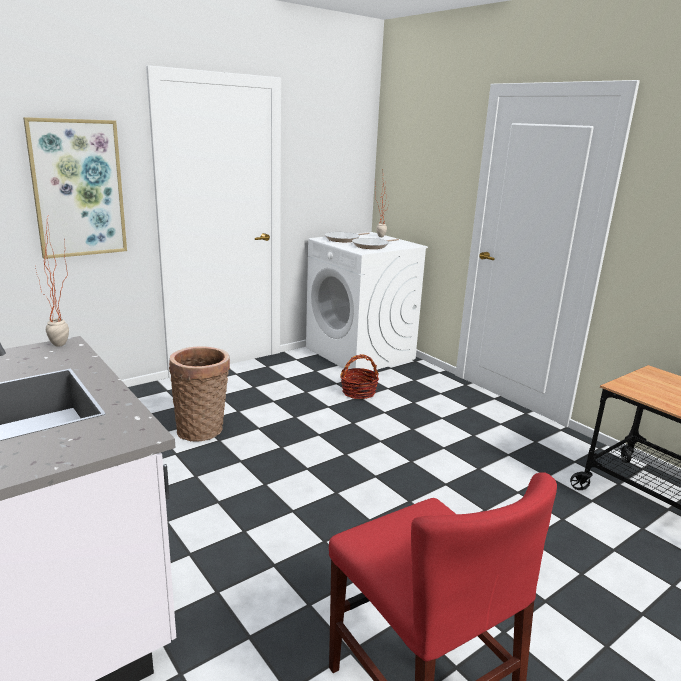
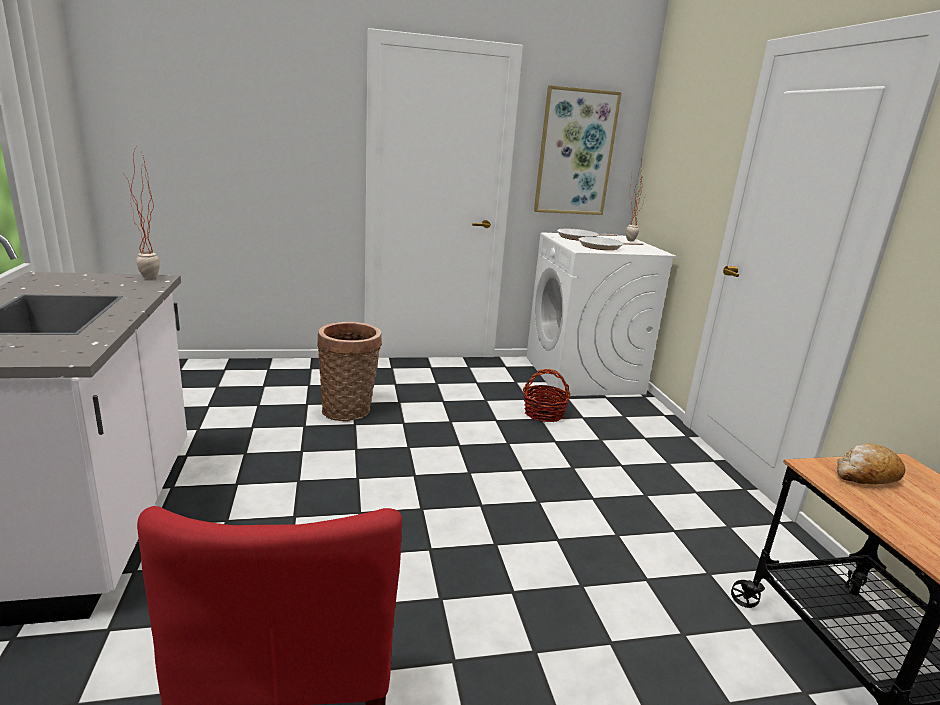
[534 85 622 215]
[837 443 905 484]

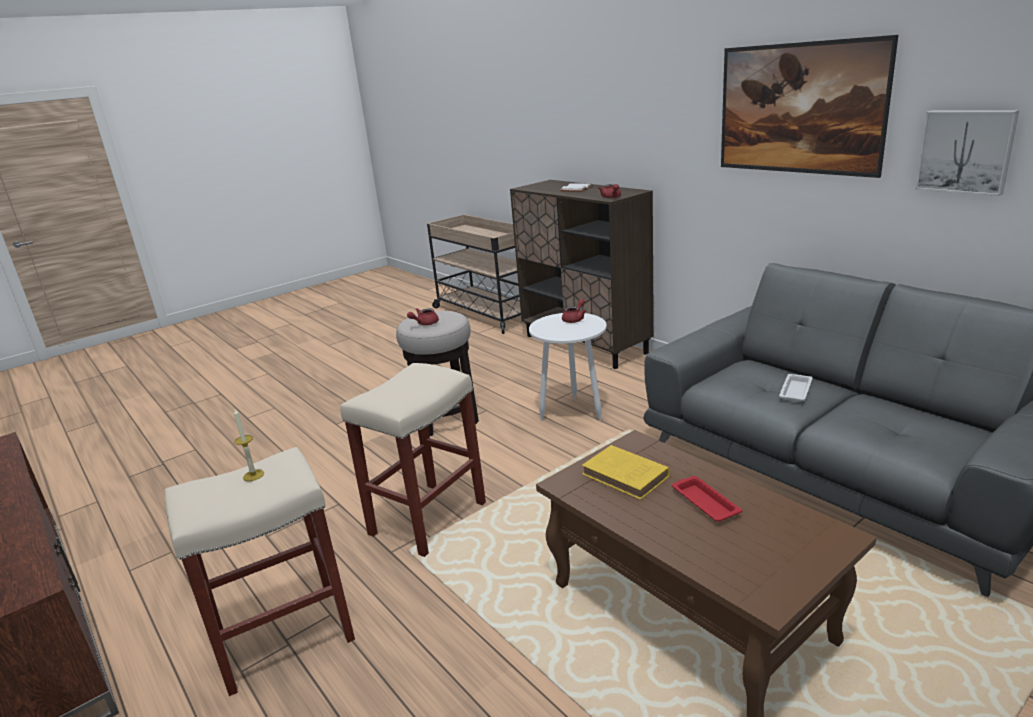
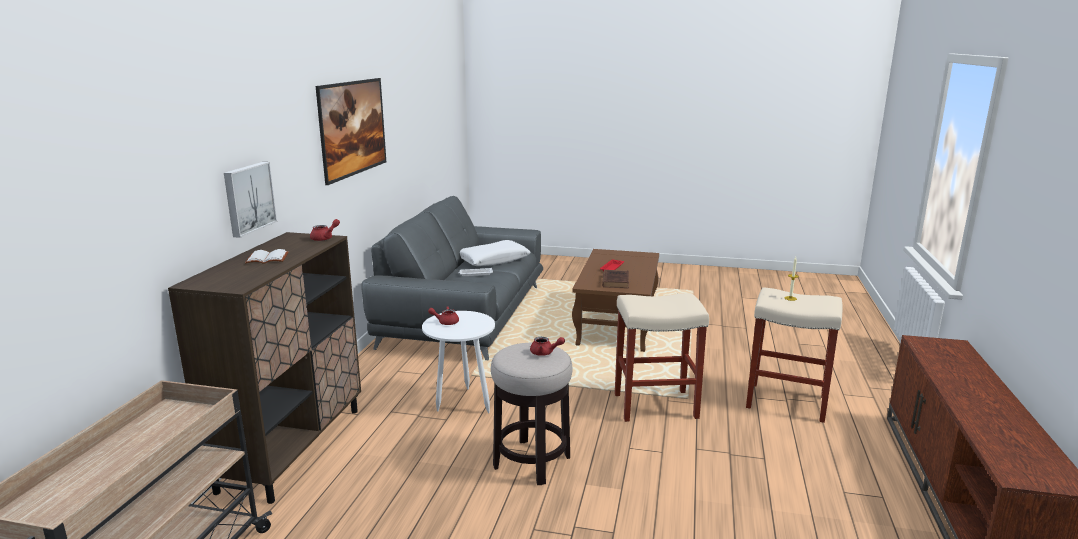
[602 270 629 288]
[224 162 277 238]
[460 240 531 266]

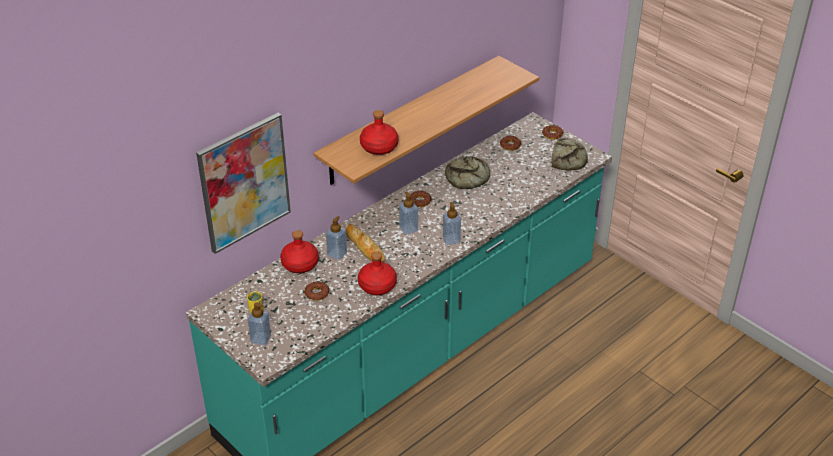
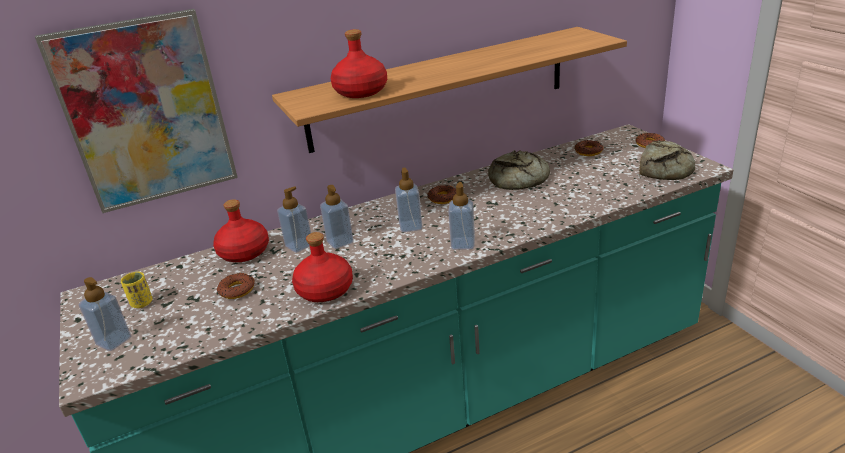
[320 185 354 249]

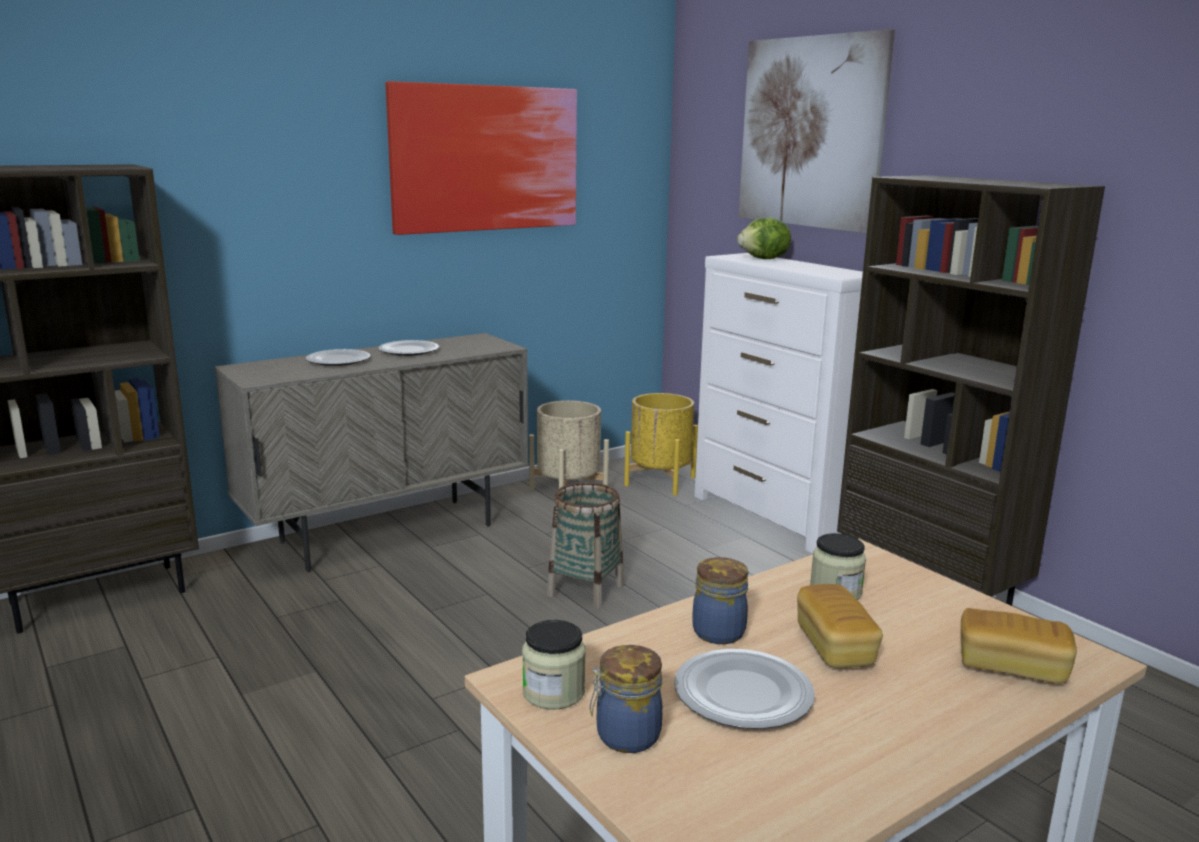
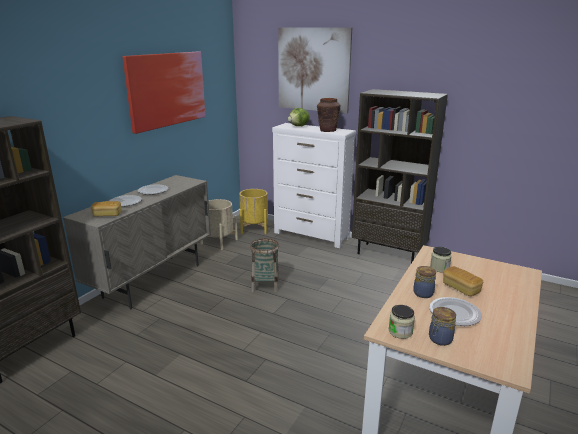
[91 201 121 217]
[317 98 340 132]

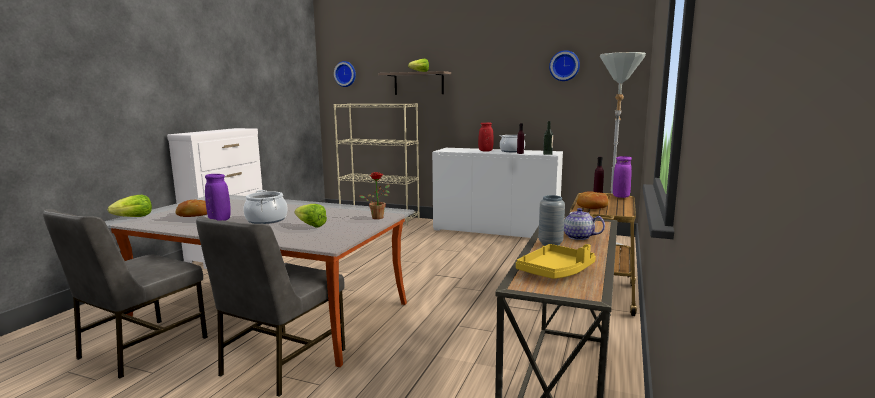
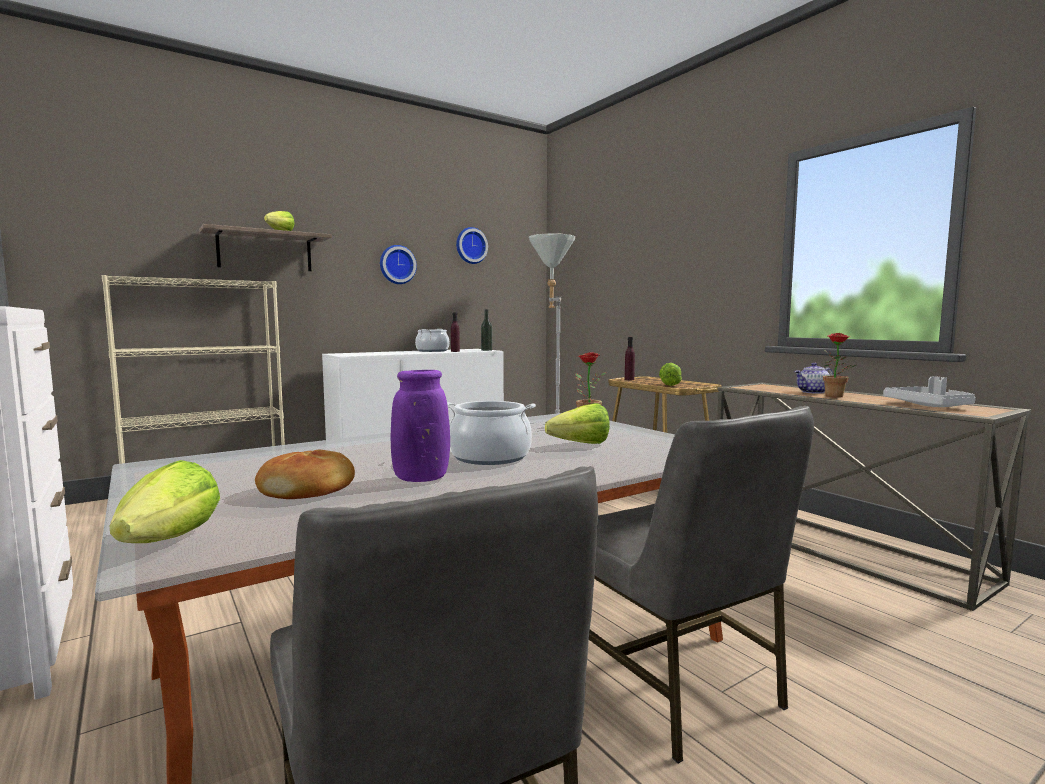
[380 245 417 284]
[478 123 494 152] (first image)
[883 376 976 407]
[823 333 856 397]
[659 363 682 386]
[613 156 632 198] (first image)

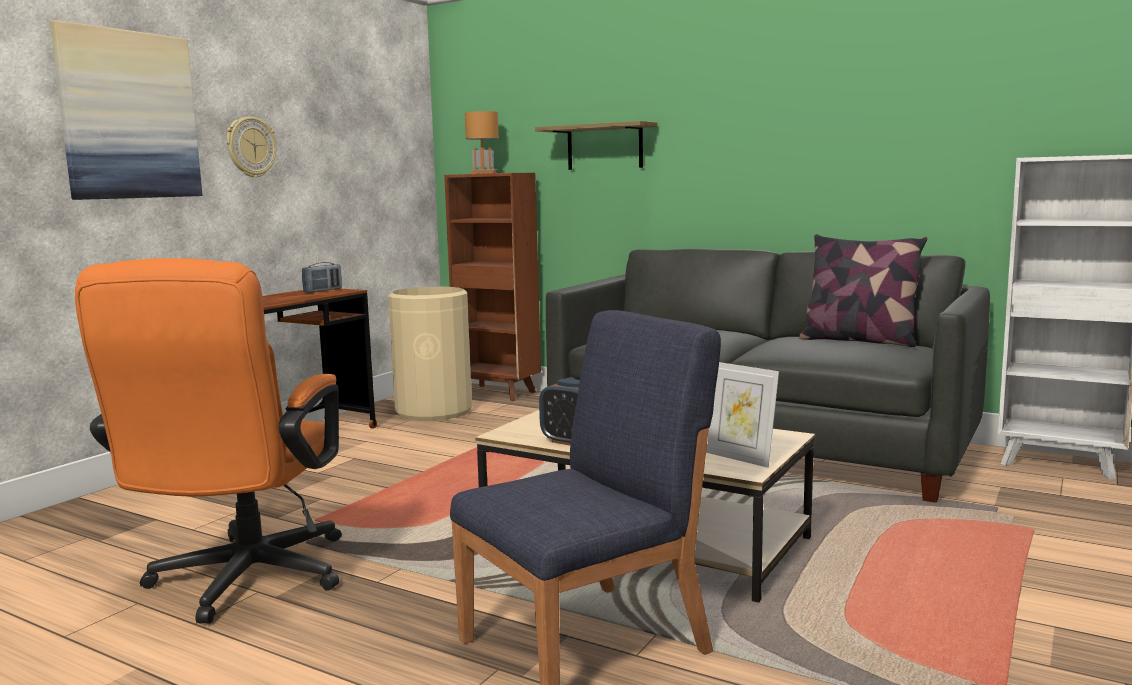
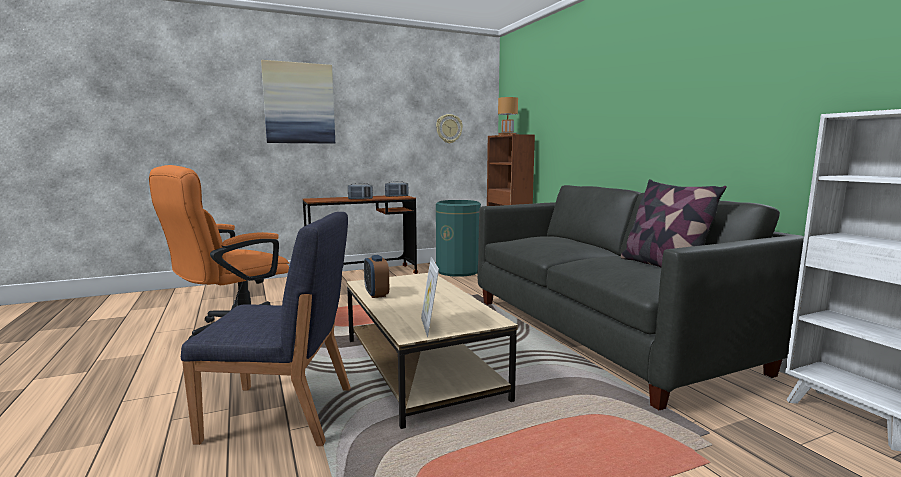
[436 114 463 143]
[436 200 481 277]
[535 121 657 170] (first image)
[348 183 373 199]

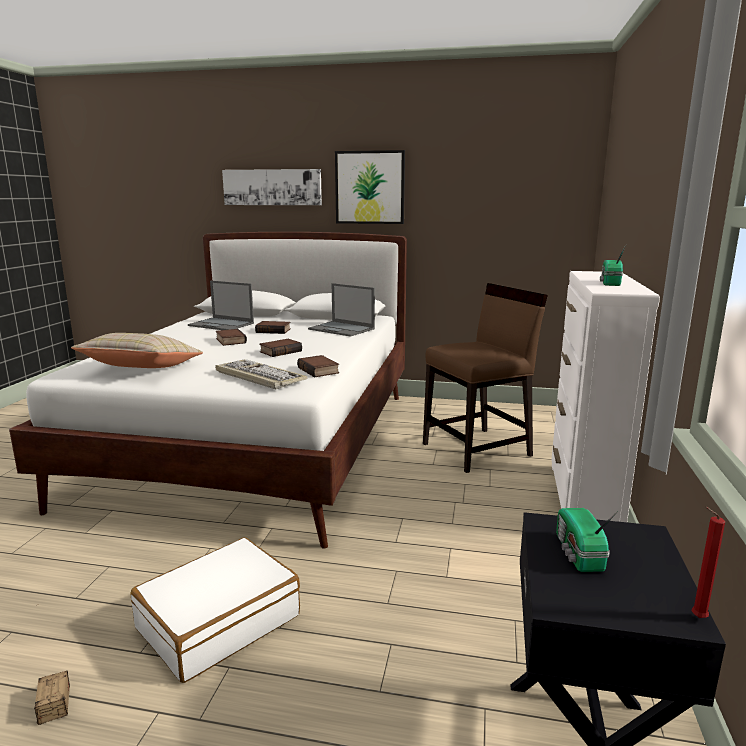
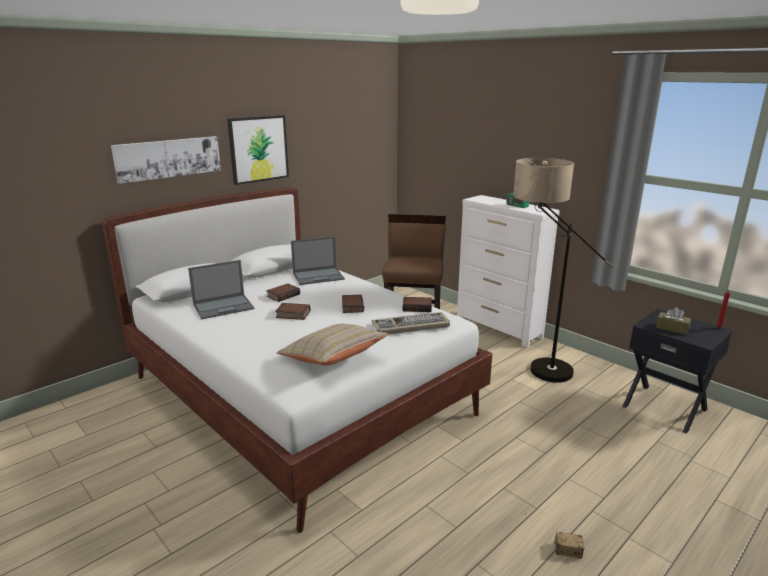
[130 538 300 683] (first image)
[656 307 691 335]
[513 158 613 382]

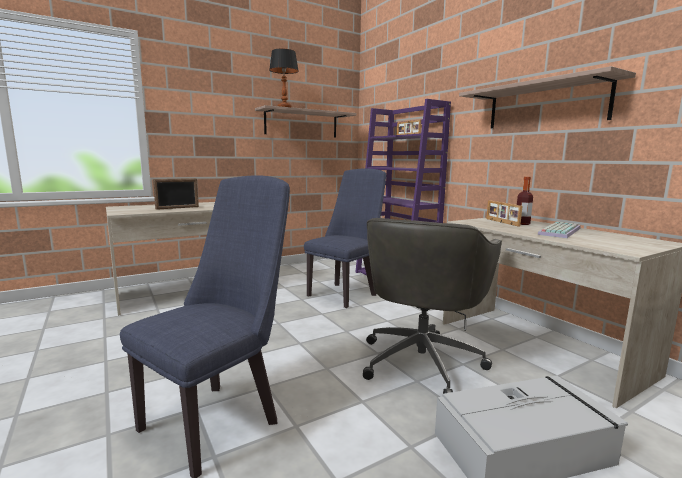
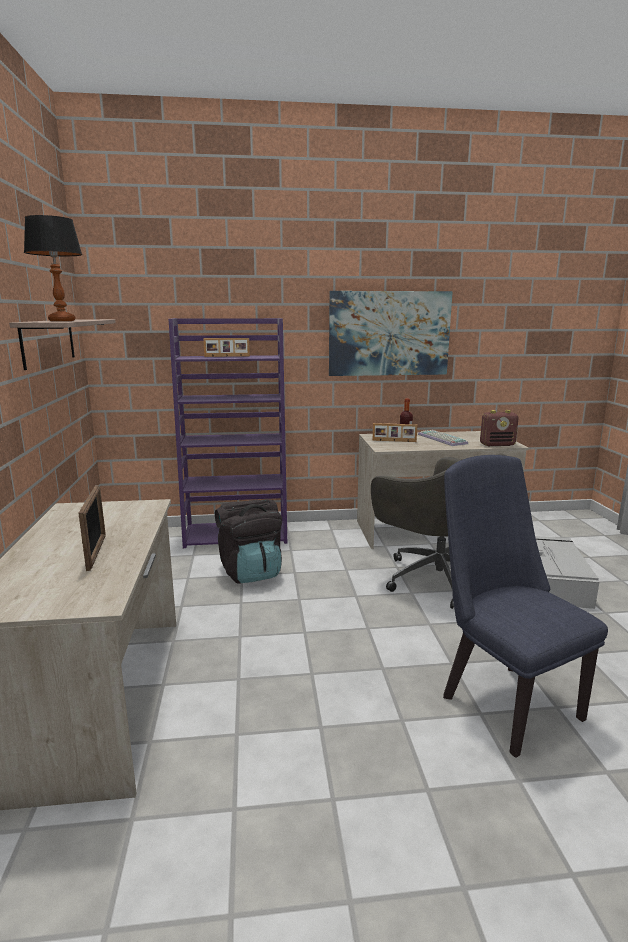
[215 499 282 583]
[329 291 453 376]
[480 410 519 446]

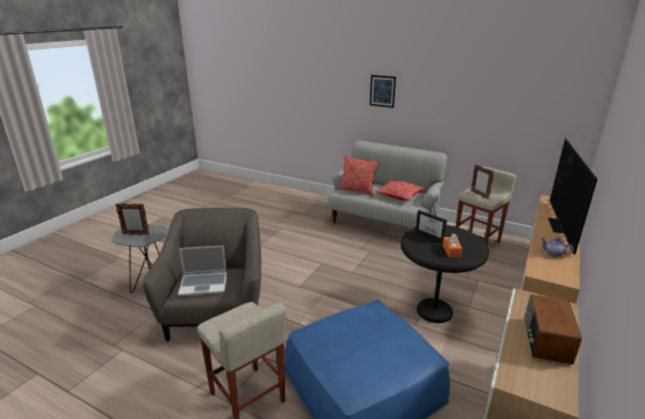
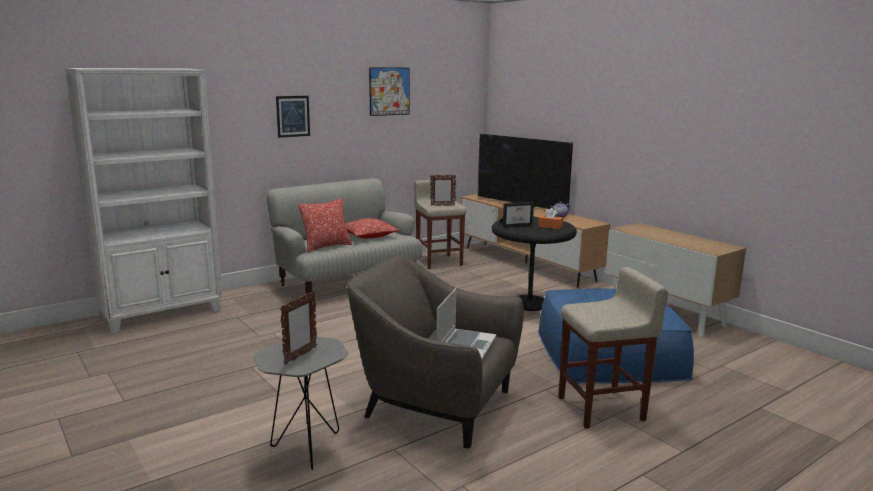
[525 294 582 365] (first image)
[65 68 222 334]
[369 67 410 116]

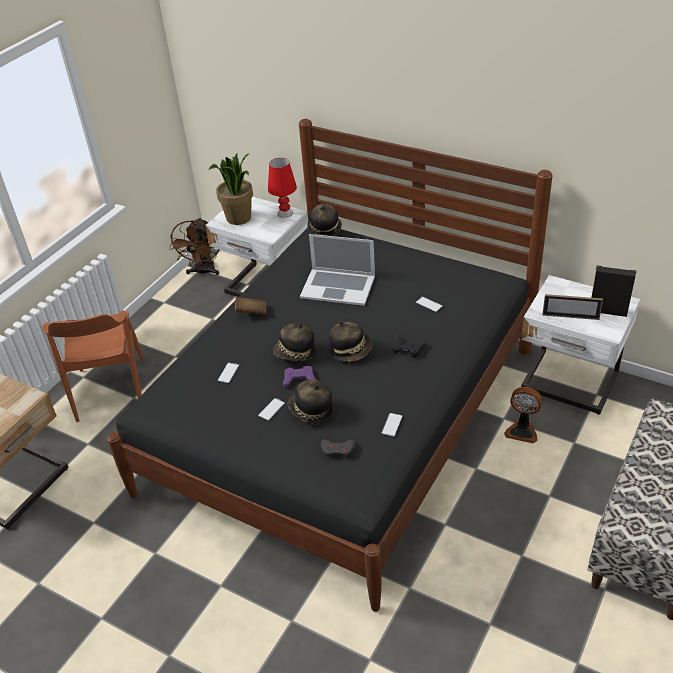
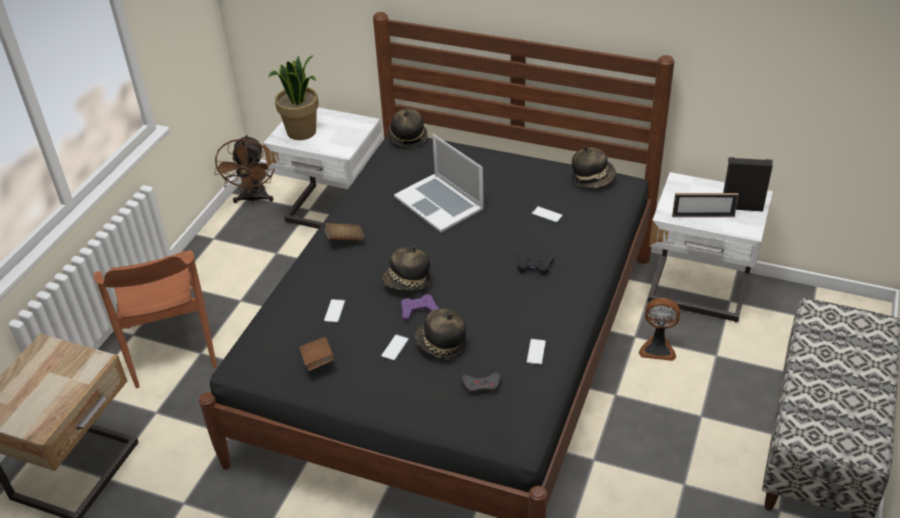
[268 158 297 218] (first image)
[394 134 484 232]
[571 146 616 188]
[299 337 334 371]

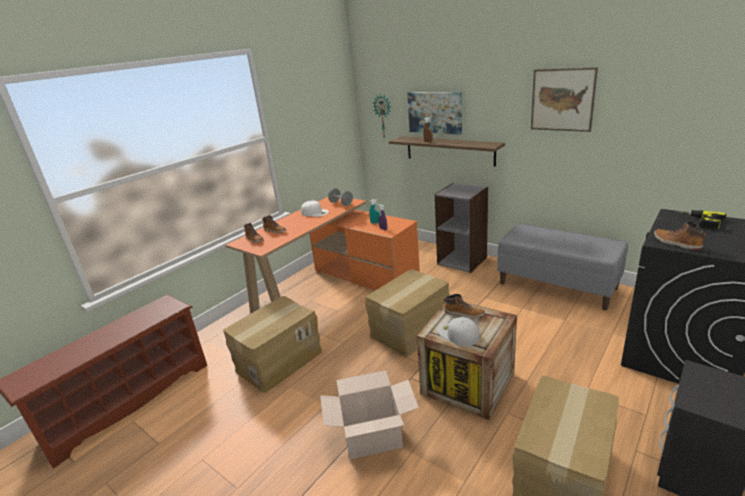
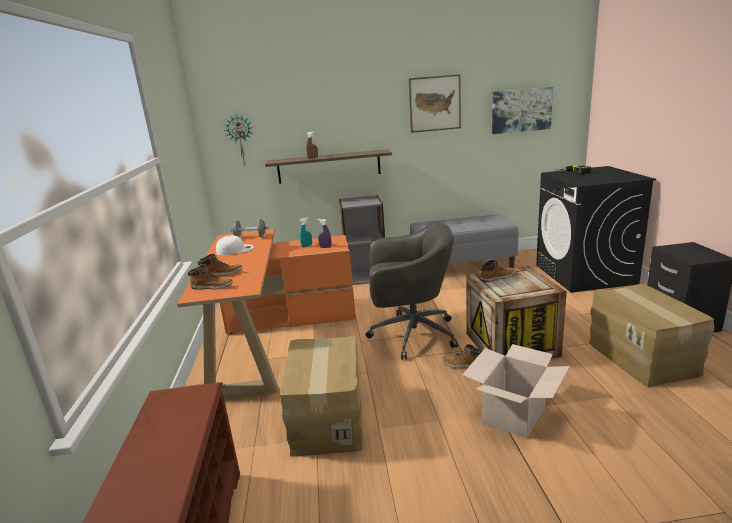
[366 223 458 360]
[492 87 553 134]
[438 317 480 346] (first image)
[442 344 481 368]

